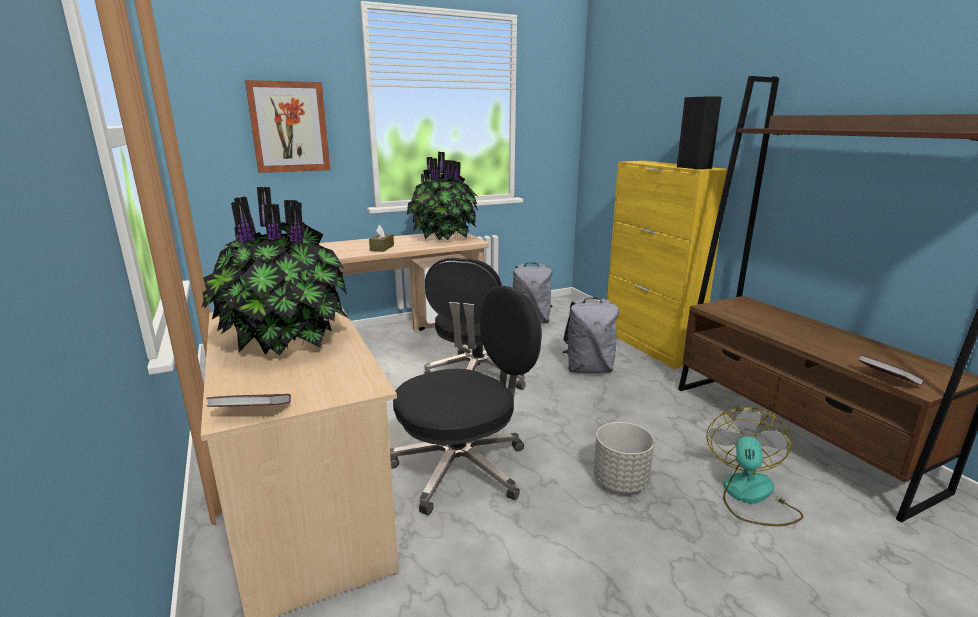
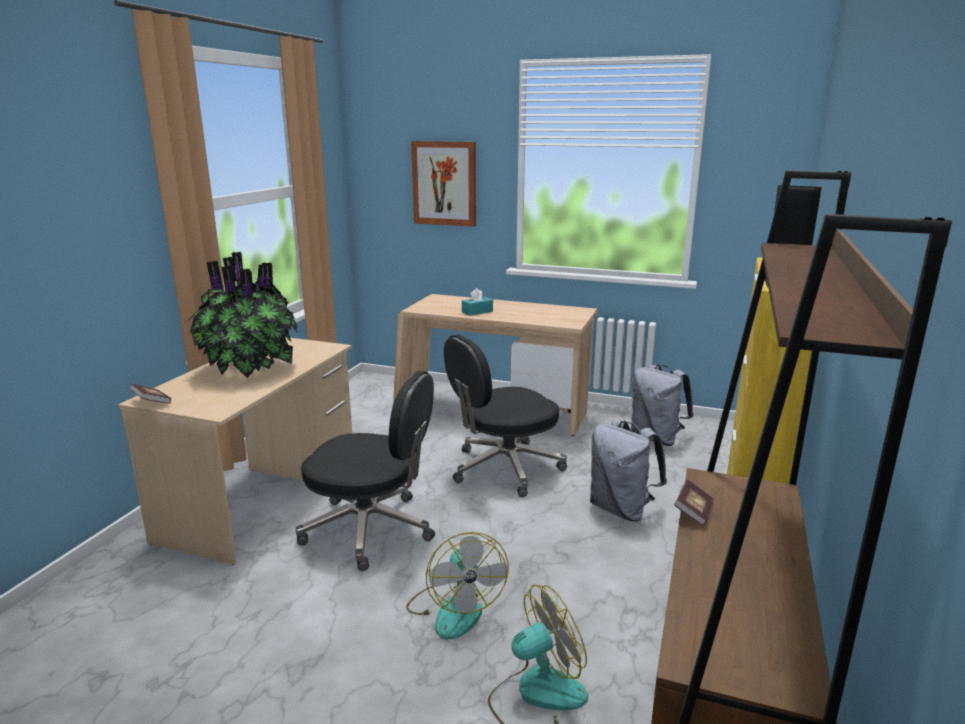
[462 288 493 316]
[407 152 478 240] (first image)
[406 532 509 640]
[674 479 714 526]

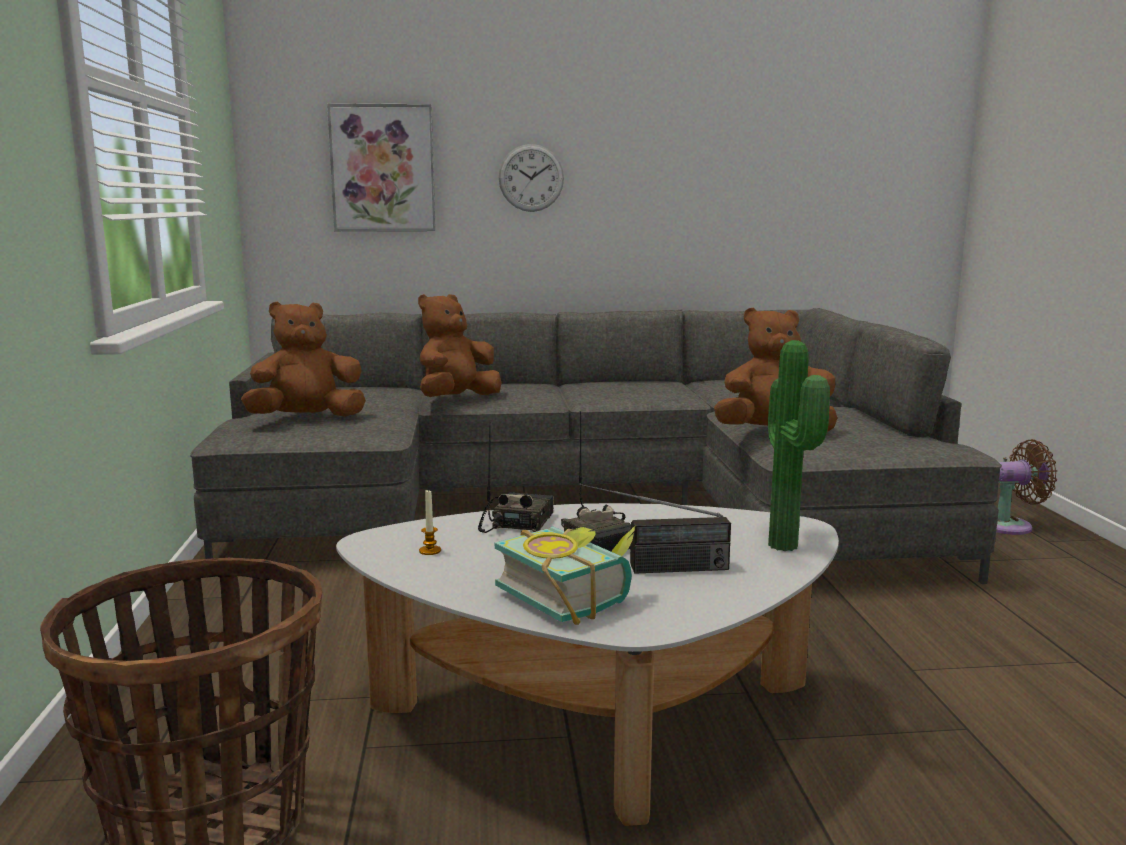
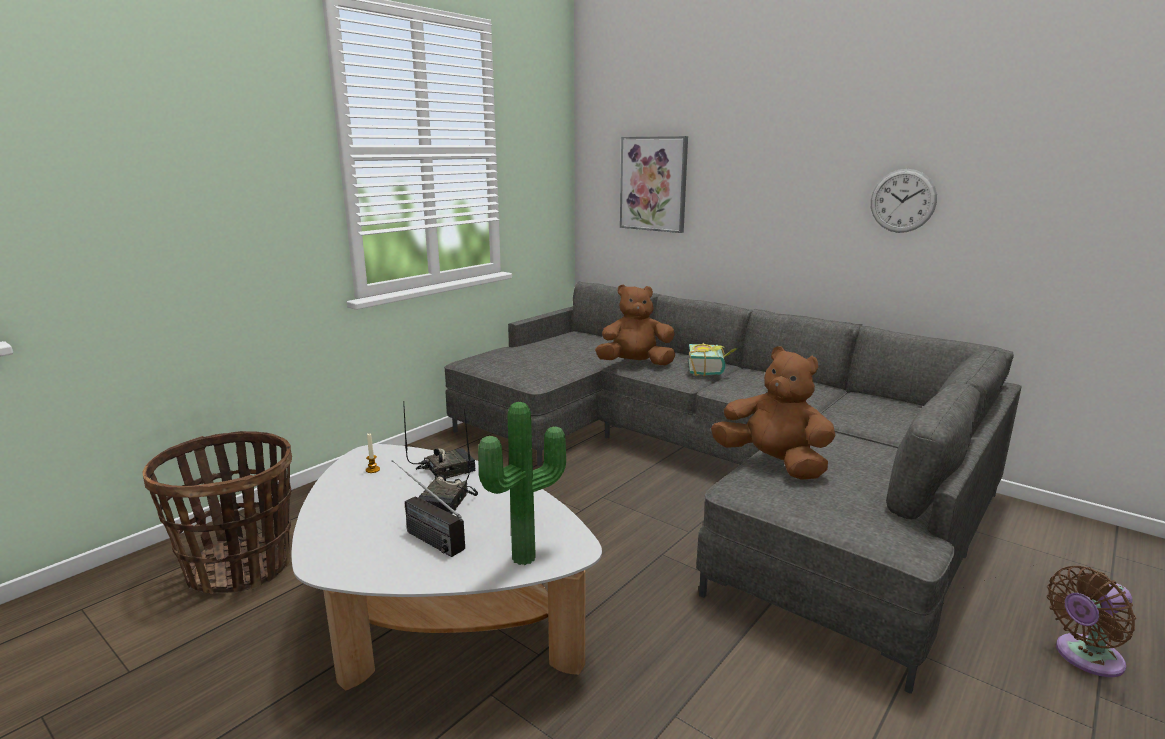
[241 301 366 417] (first image)
[688 343 737 377]
[871 169 937 233]
[1047 566 1136 677]

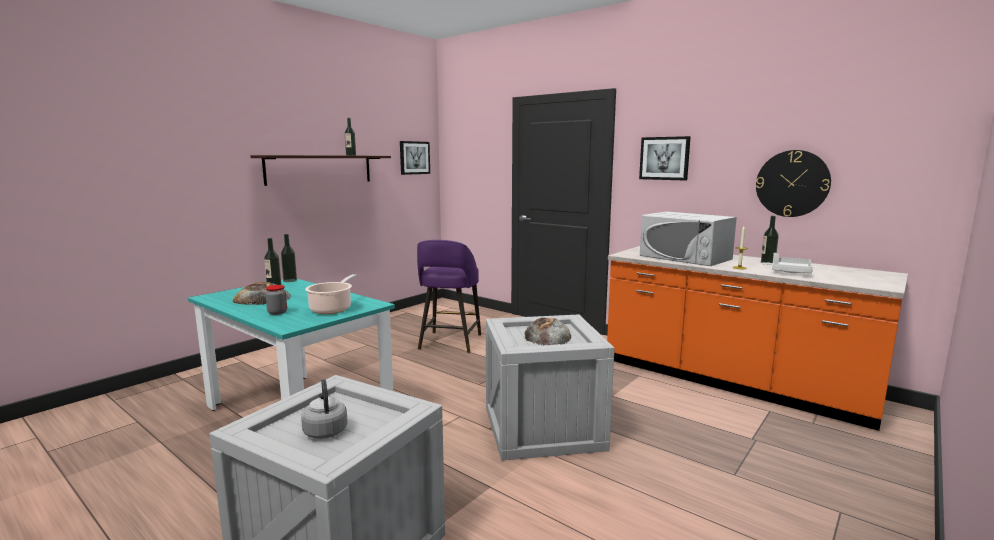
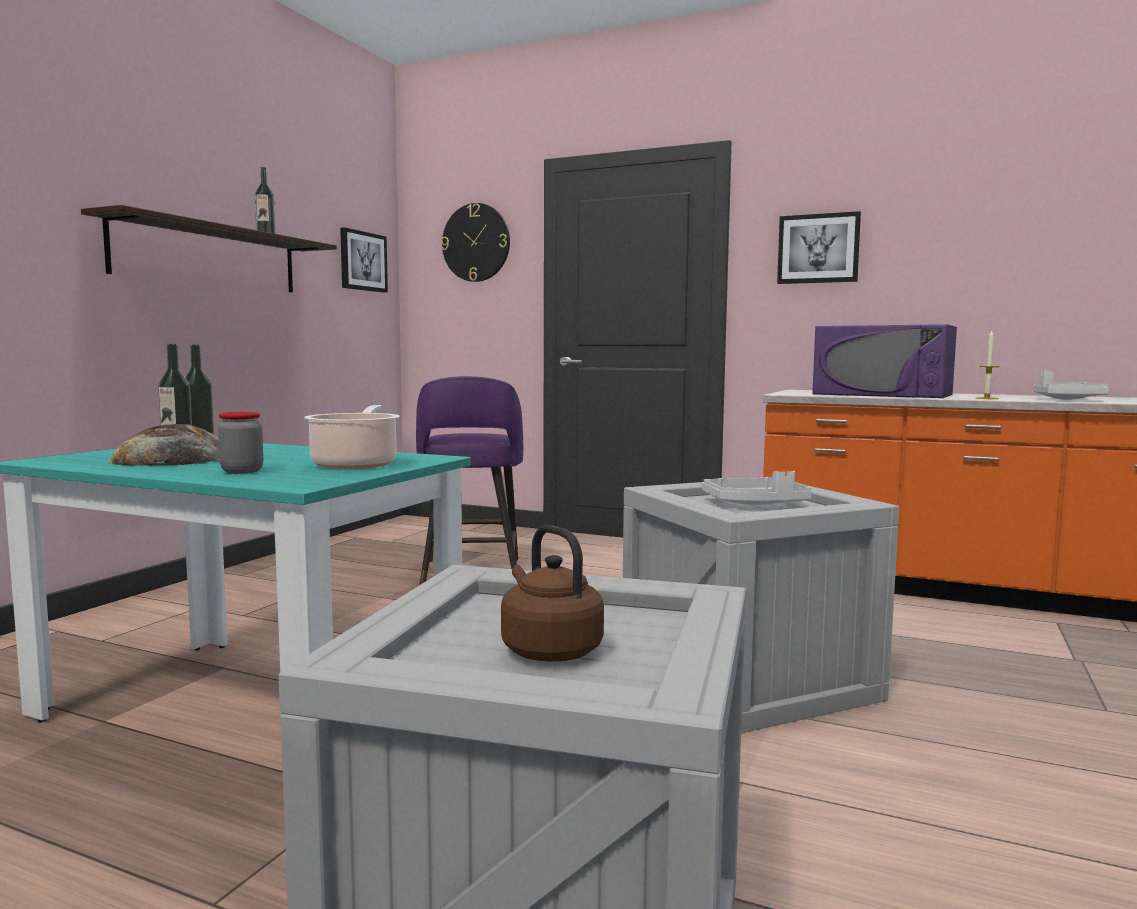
[501 525 604 662]
[702 471 812 505]
[812 324 957 398]
[441 203 510 282]
[761 216 779 265] (first image)

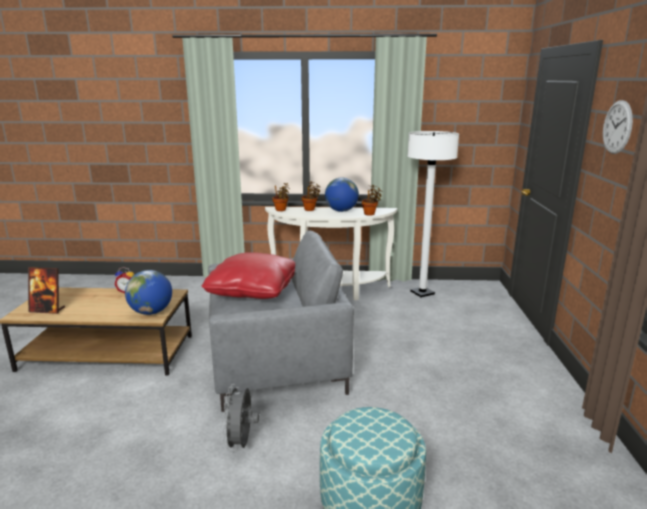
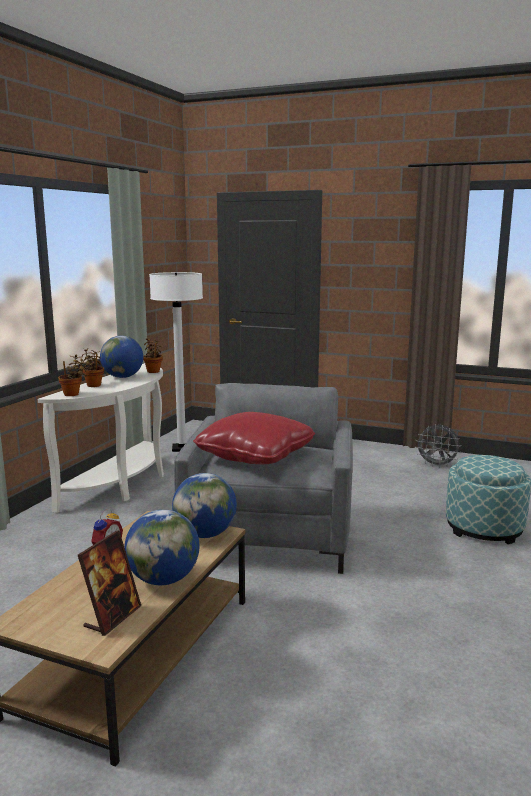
[415 424 461 468]
[603 100 633 154] (first image)
[124 509 199 585]

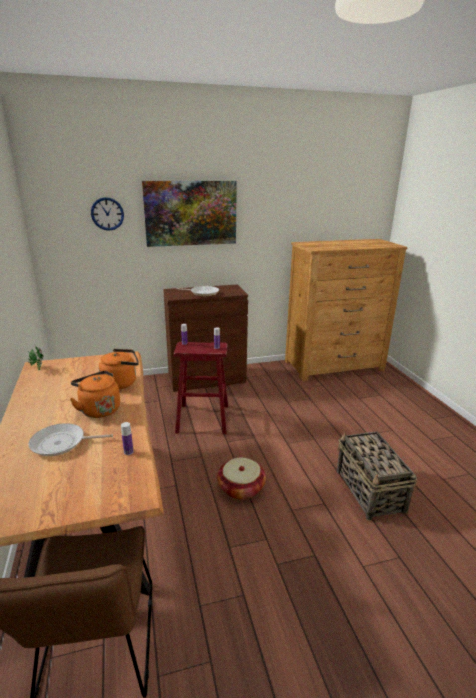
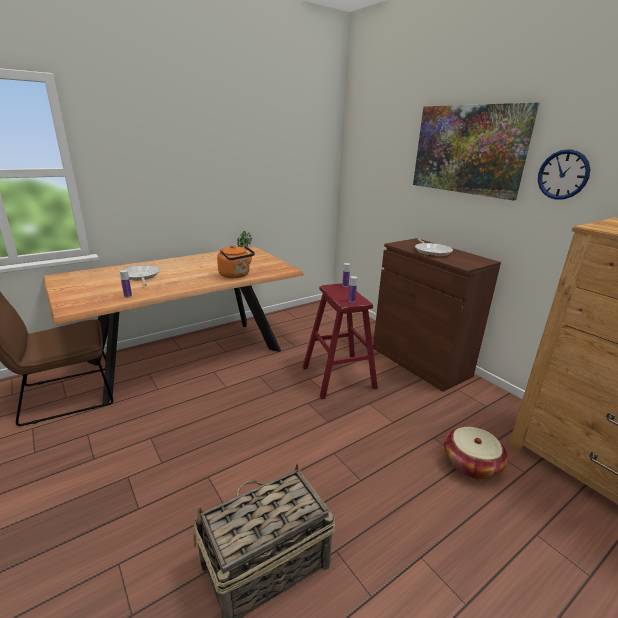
[70 371 120 418] (first image)
[538 149 591 200]
[444 427 508 479]

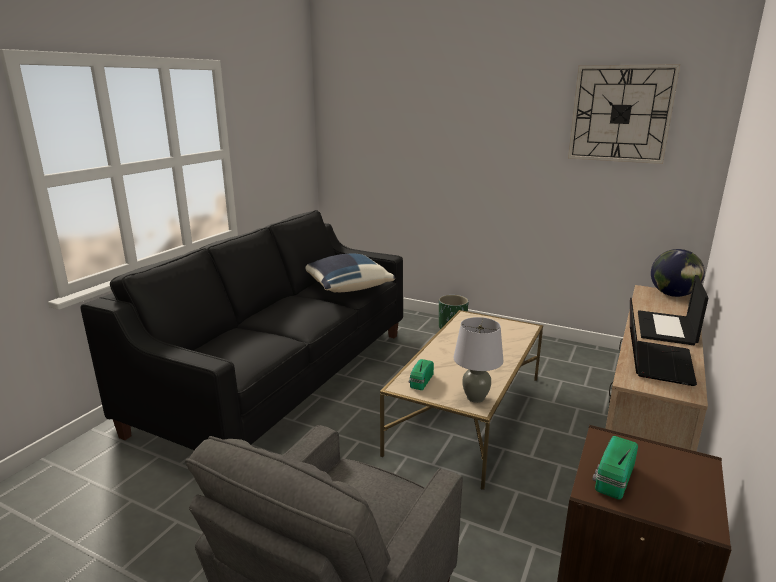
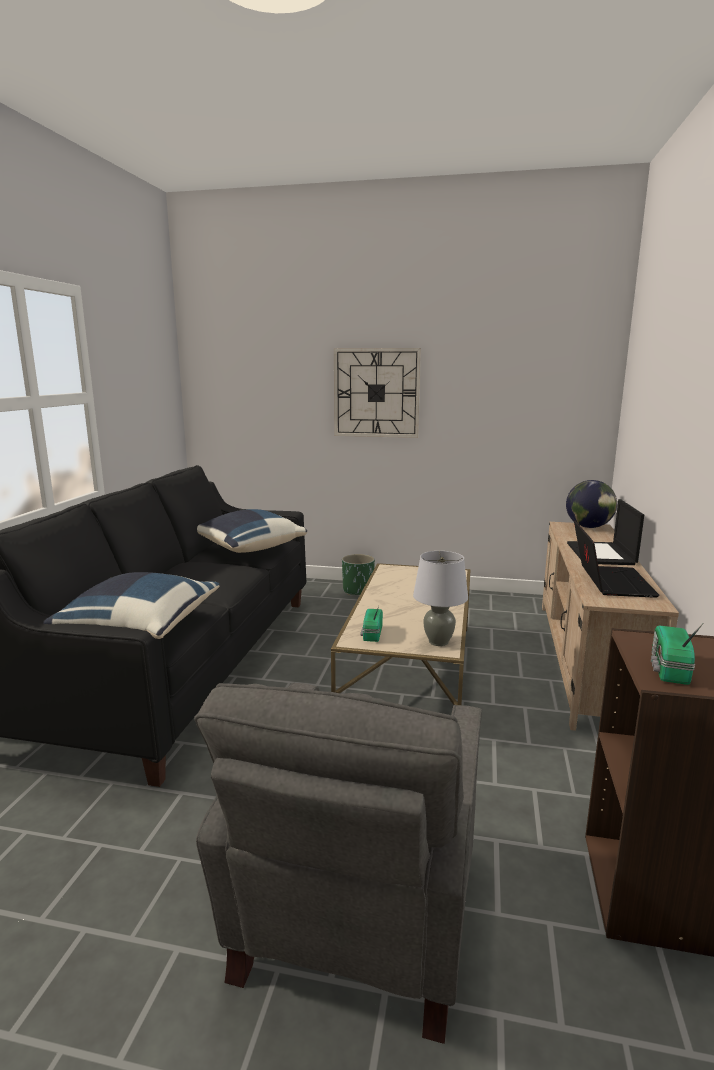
[334 348 421 438]
[43 572 219 639]

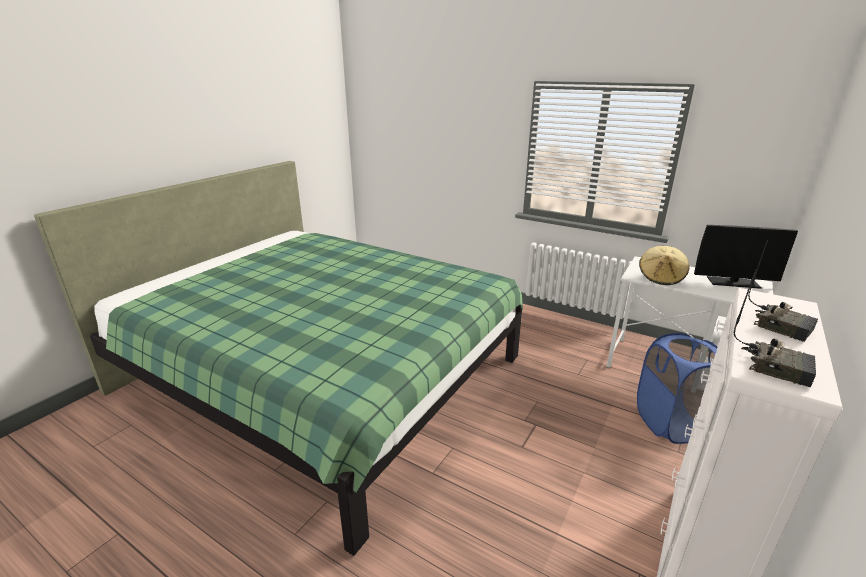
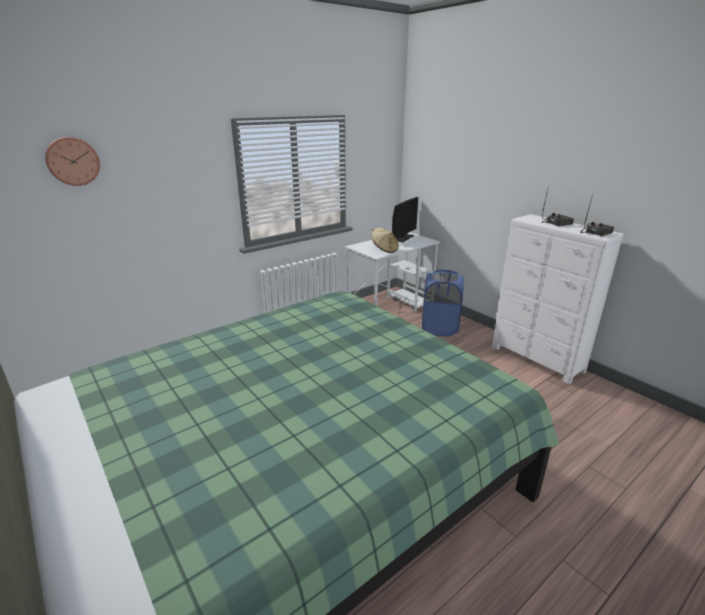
[45 137 100 186]

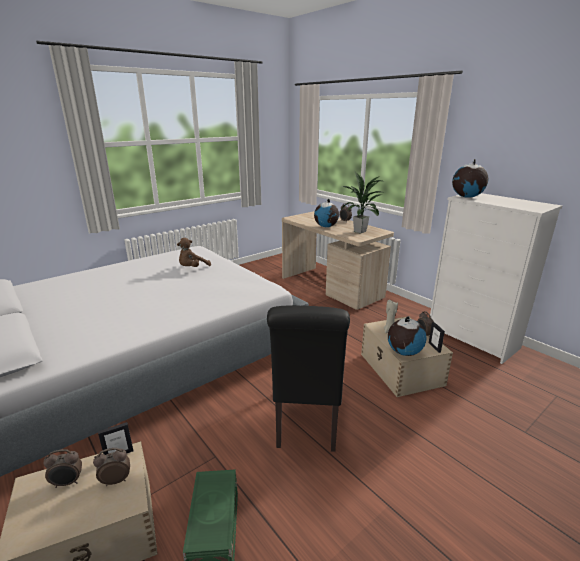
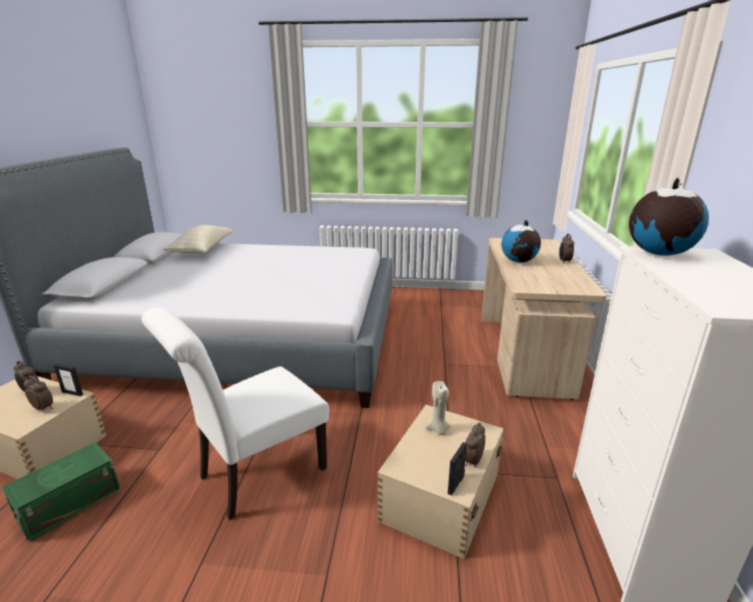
[177 238 211 267] (first image)
[142 307 329 520]
[339 170 385 233] (first image)
[388 316 427 356] (first image)
[164 225 234 254]

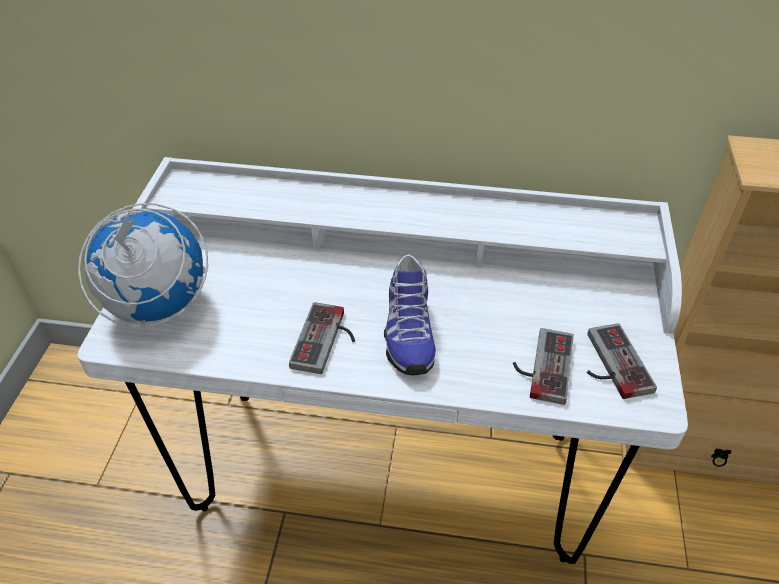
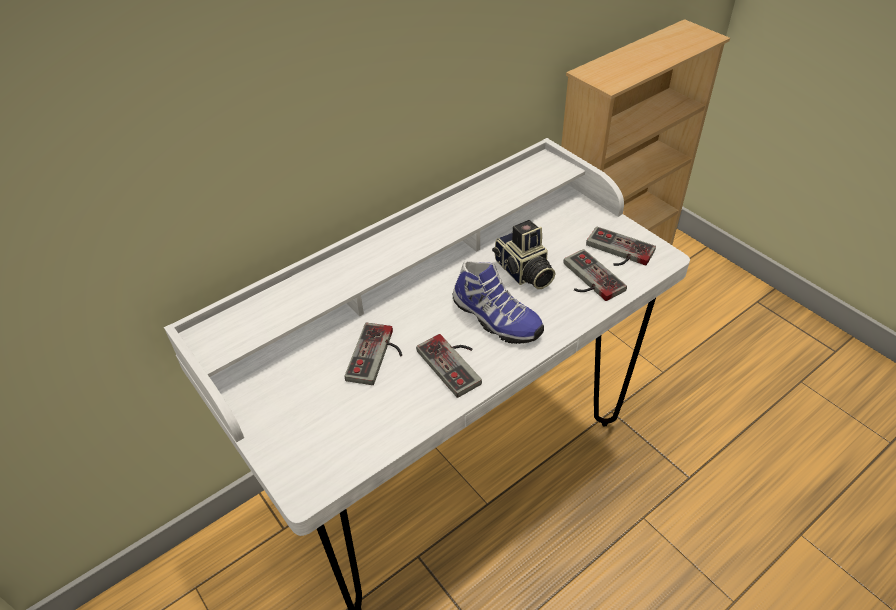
[78 203 208 327] (first image)
[345 322 402 385]
[492 220 555 289]

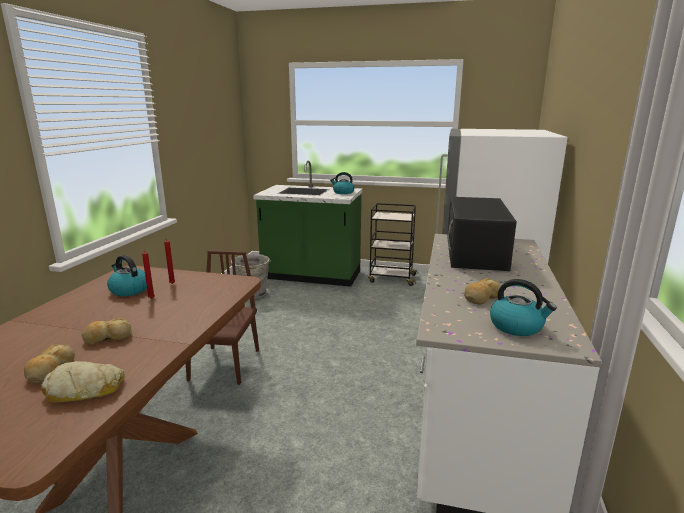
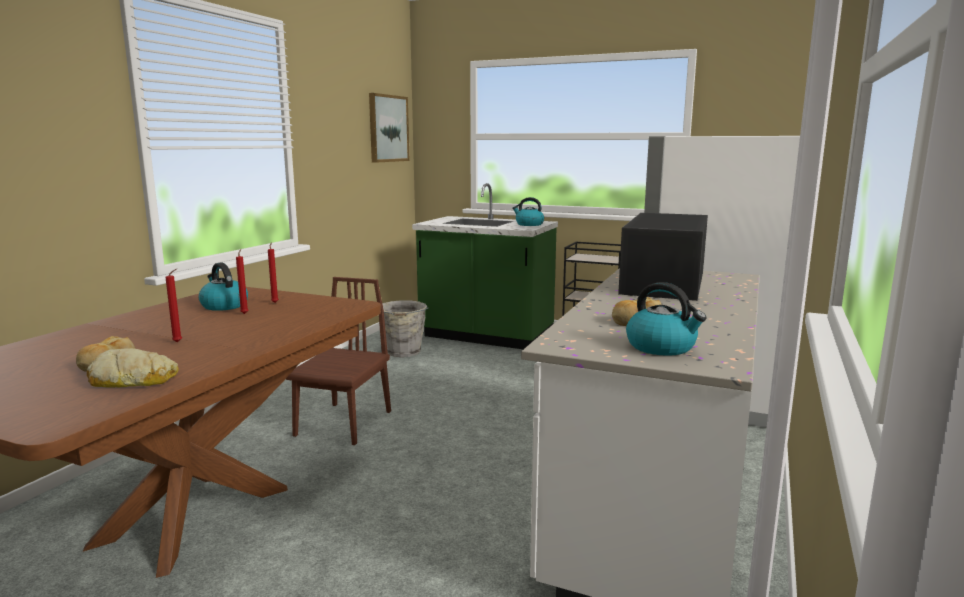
[165 268 182 343]
[369 93 410 163]

